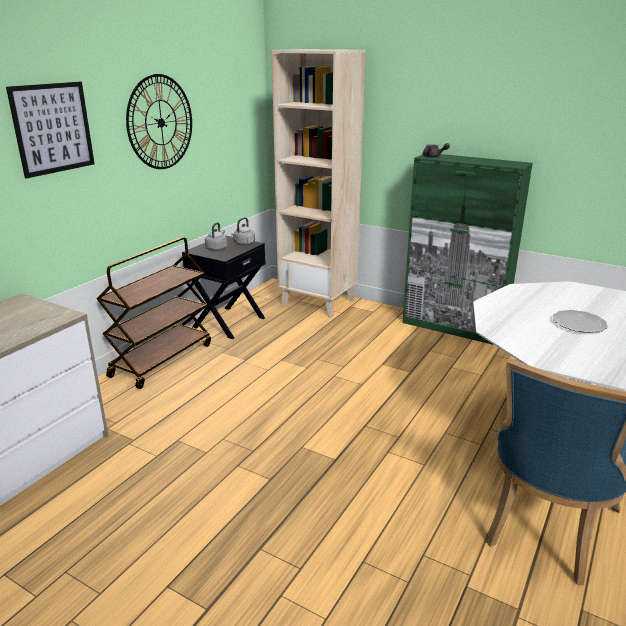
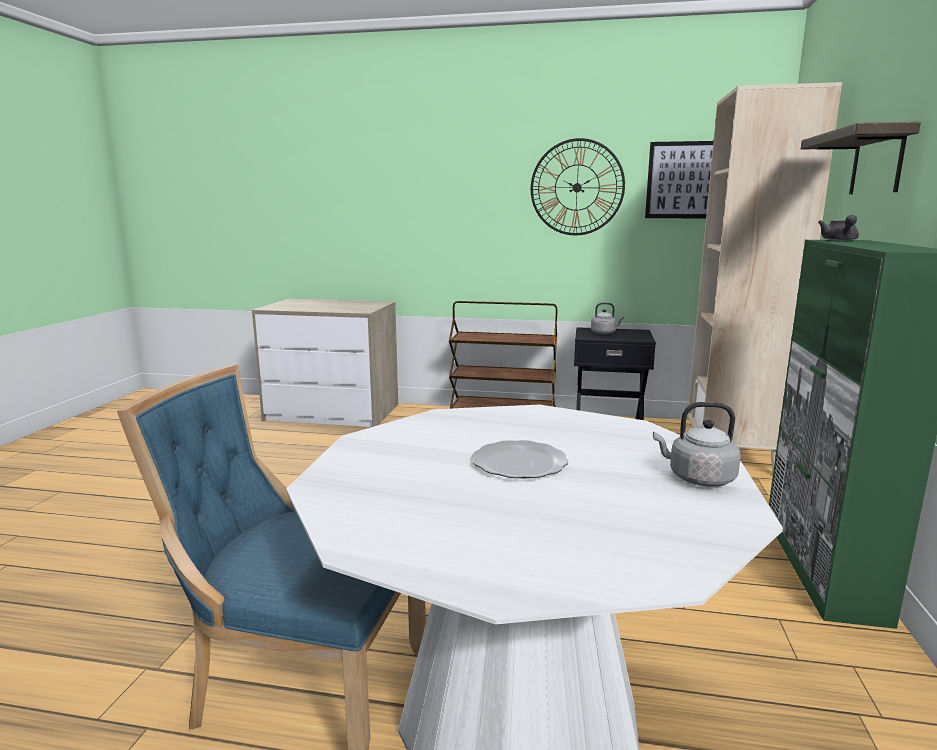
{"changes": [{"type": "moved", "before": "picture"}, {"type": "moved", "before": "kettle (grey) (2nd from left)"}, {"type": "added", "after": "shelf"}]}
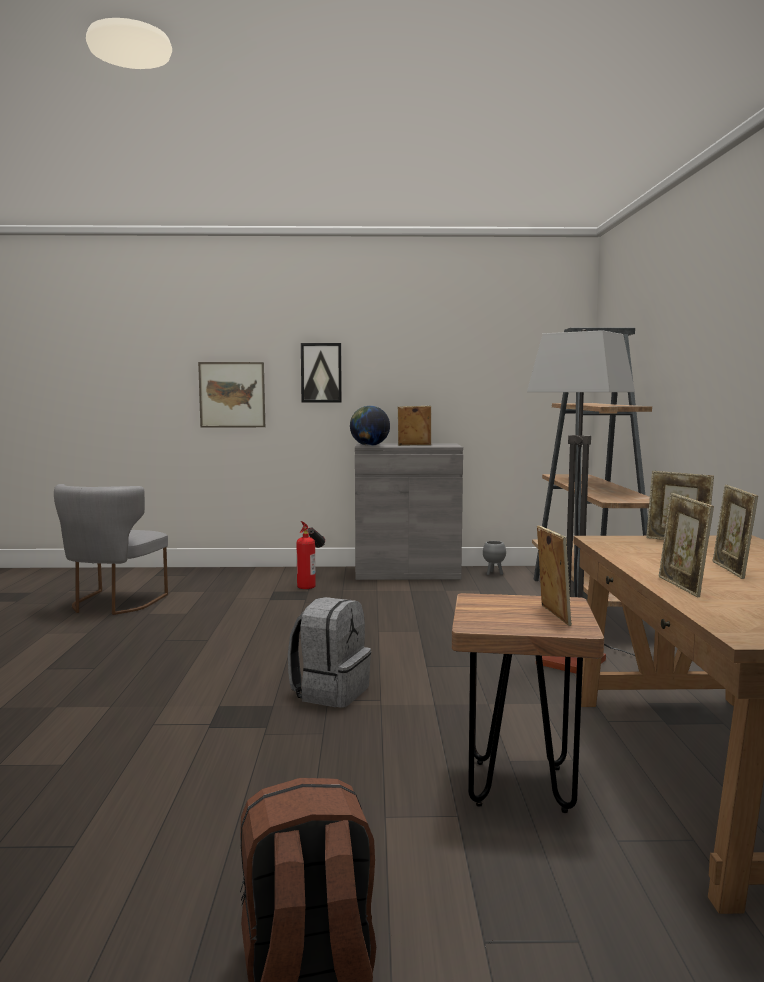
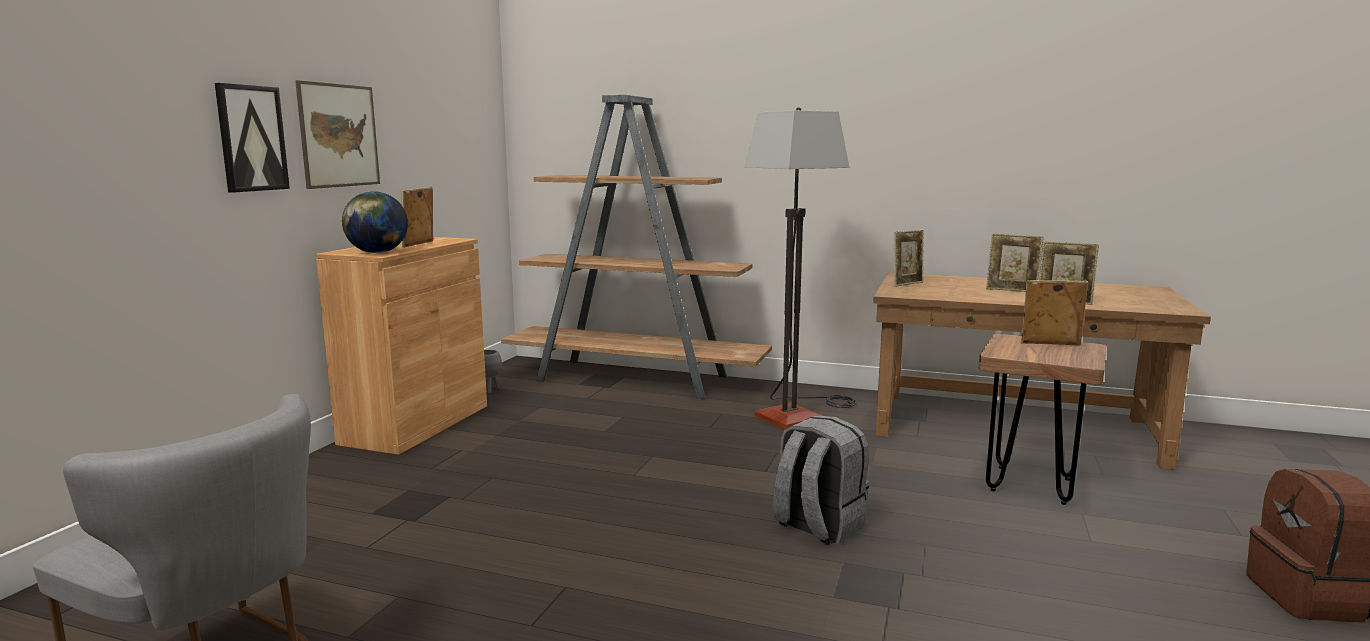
{"changes": [{"type": "moved", "before": "picture (1st from left in the first image)", "after": "picture (2nd from left)"}, {"type": "removed", "before": "fire extinguisher"}, {"type": "recoloured", "before": "cabinet (grey)", "after": "cabinet (brown)"}]}
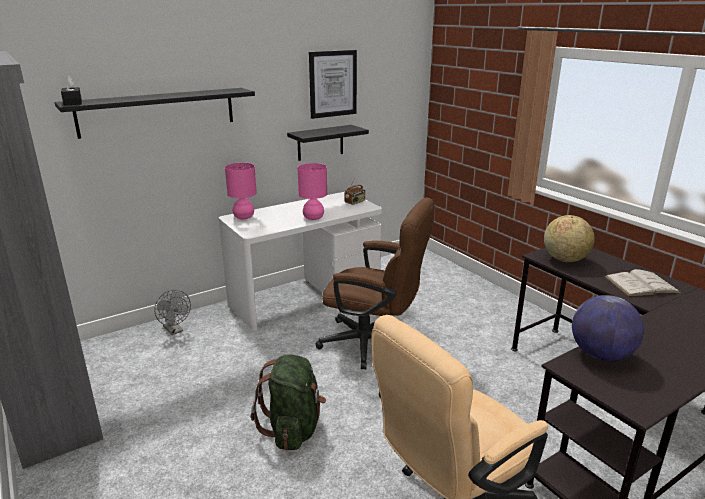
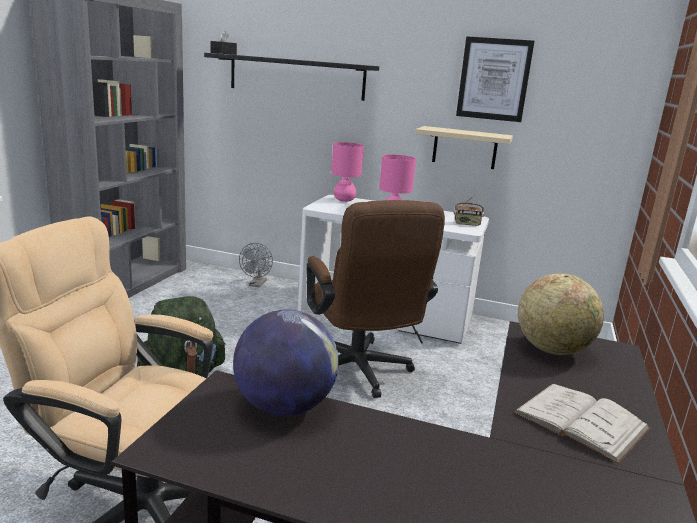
{"changes": [{"type": "recoloured", "before": "shelf (black) (2nd from left)", "after": "shelf (beige)"}]}
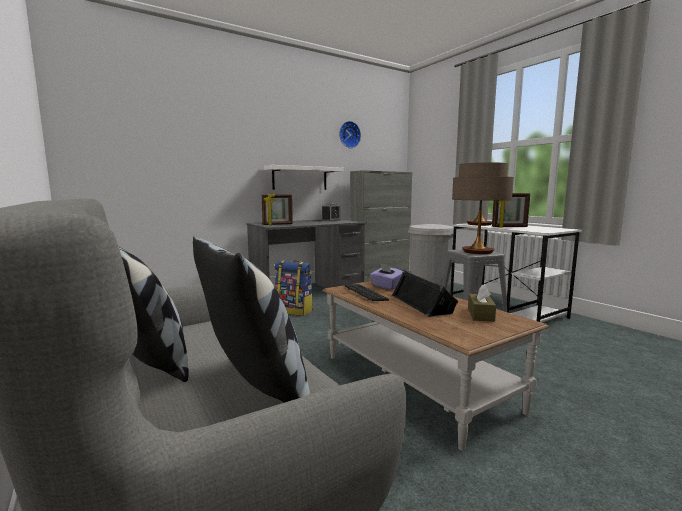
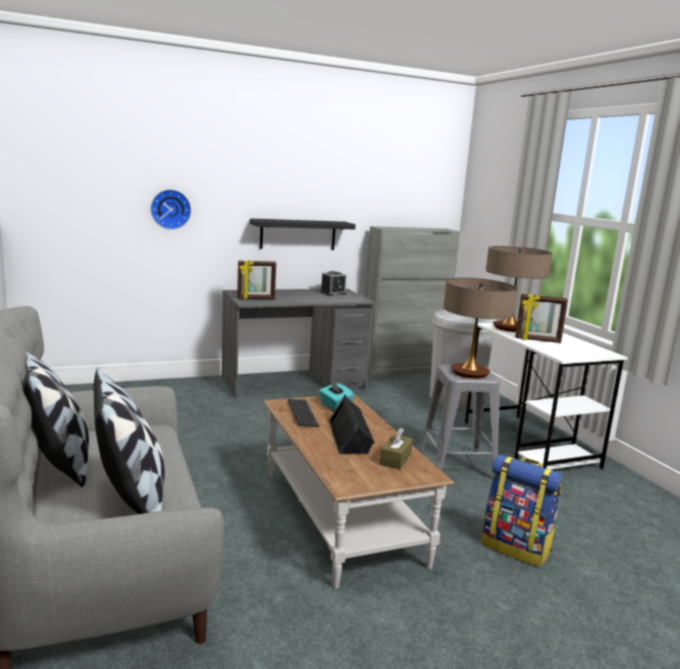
{"changes": [{"type": "recoloured", "before": "shelf (white)", "after": "shelf (black)"}, {"type": "moved", "before": "backpack"}, {"type": "moved", "before": "wall clock"}, {"type": "recoloured", "before": "tissue box (purple)", "after": "tissue box (turquoise)"}]}
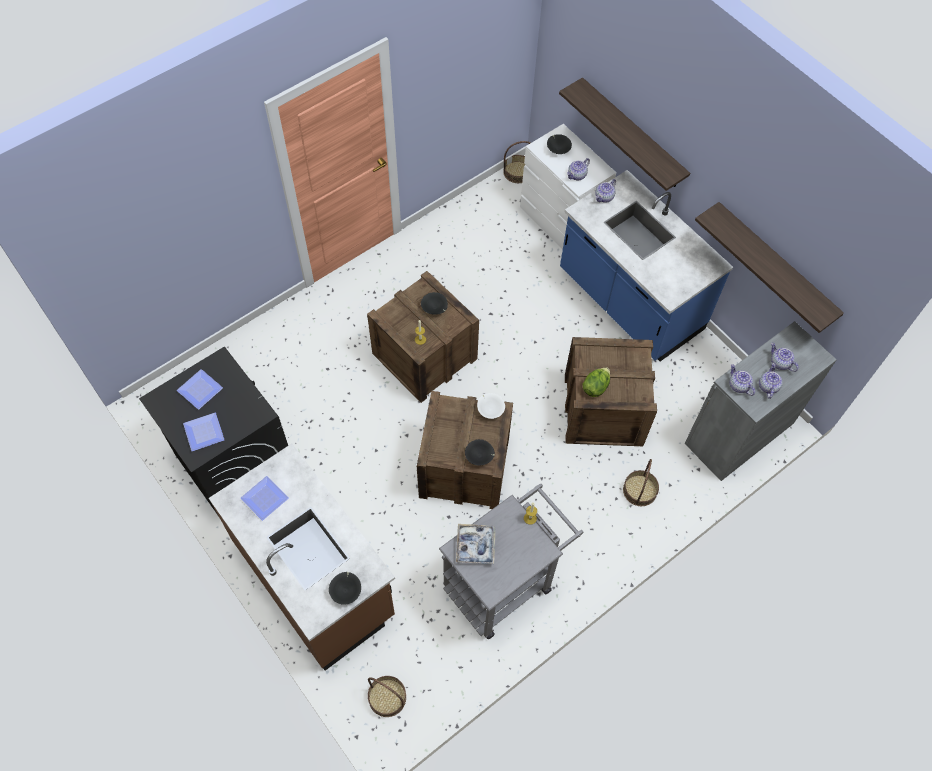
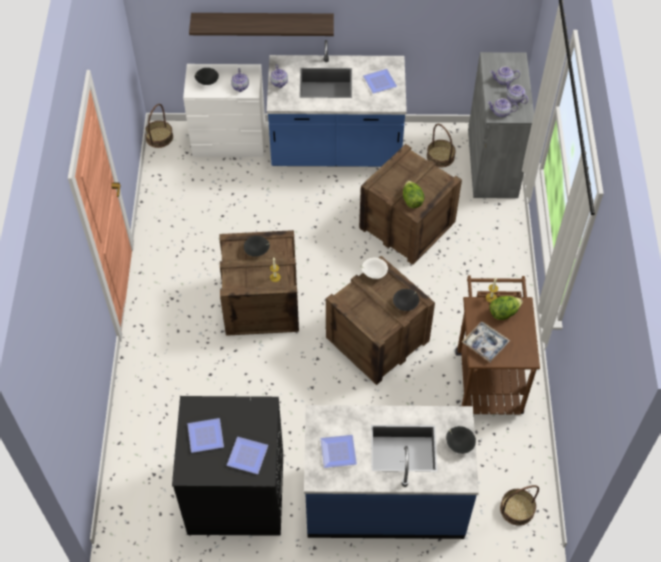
{"changes": [{"type": "recoloured", "before": "counter (brown)", "after": "counter (blue) (2nd from left)"}, {"type": "recoloured", "before": "cart (grey)", "after": "cart (brown)"}, {"type": "moved", "before": "basket (3rd from left in the first image)", "after": "basket (2nd from left)"}, {"type": "removed", "before": "shelf (2nd from left)"}, {"type": "added", "after": "plate (4th from left)"}, {"type": "added", "after": "lettuce (2nd from left)"}]}
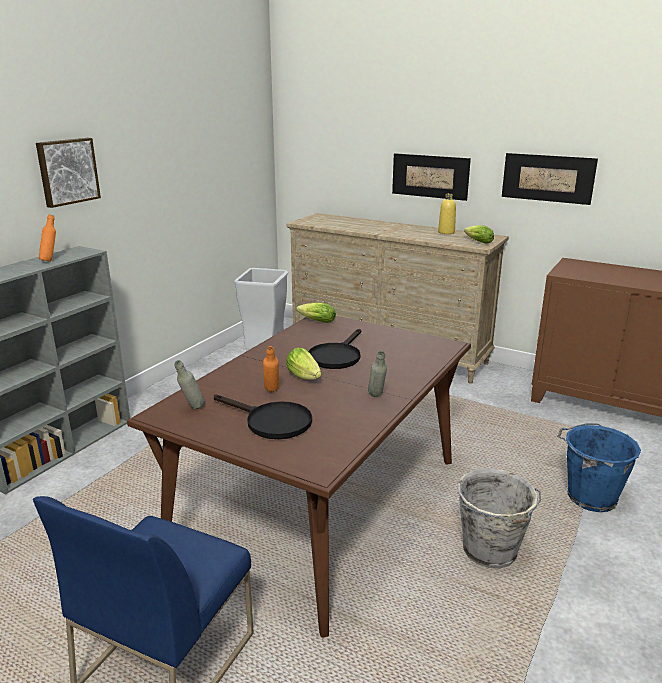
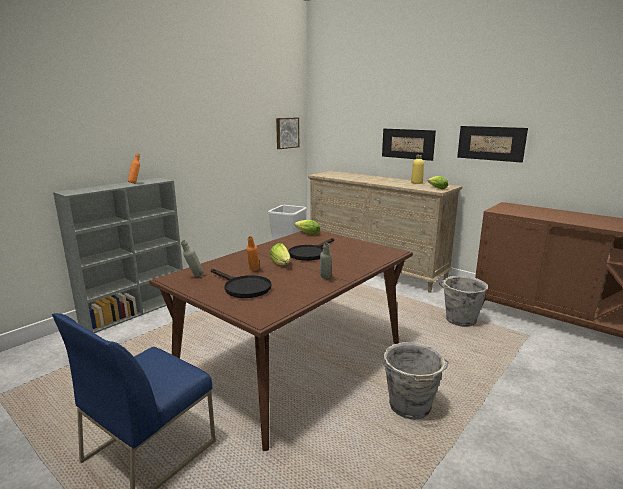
{"changes": [{"type": "moved", "before": "picture (1st from left)"}, {"type": "removed", "before": "bucket (blue)"}, {"type": "added", "after": "bucket (grey) (2nd from left)"}]}
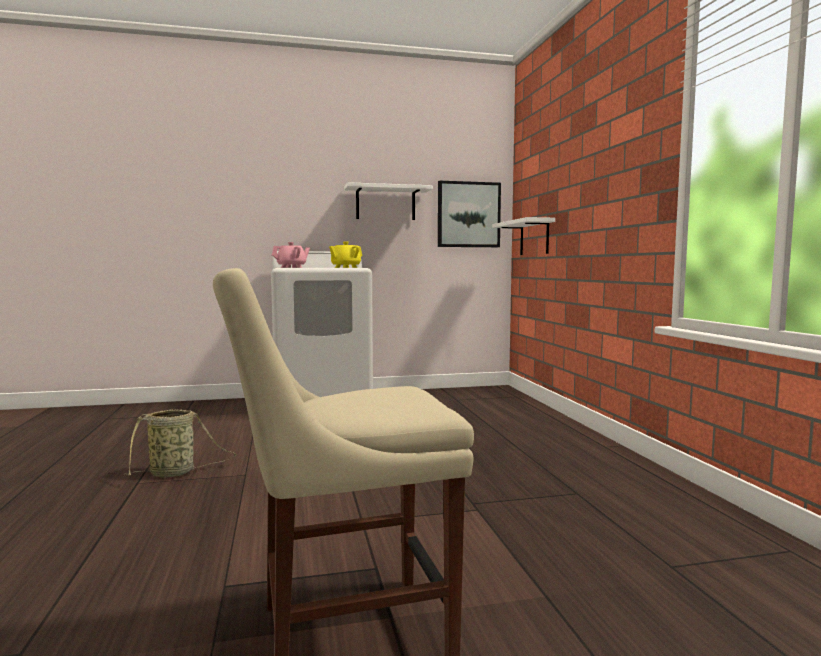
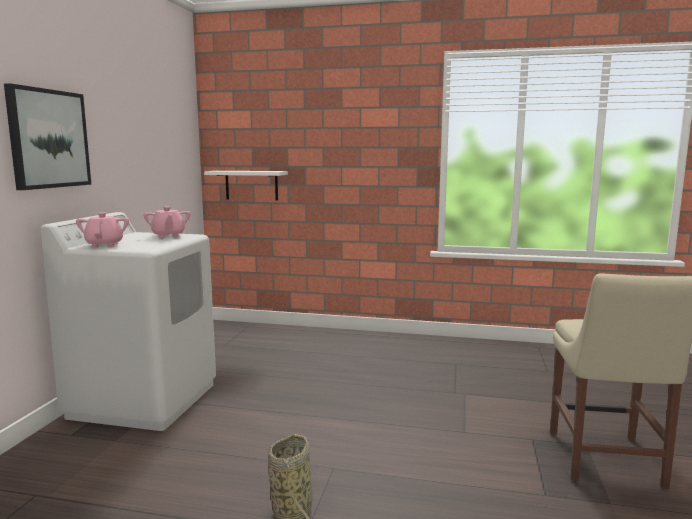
{"changes": [{"type": "recoloured", "before": "teapot (yellow)", "after": "teapot (pink) (2nd from left)"}, {"type": "removed", "before": "shelf (white) (1st from left)"}, {"type": "moved", "before": "picture"}]}
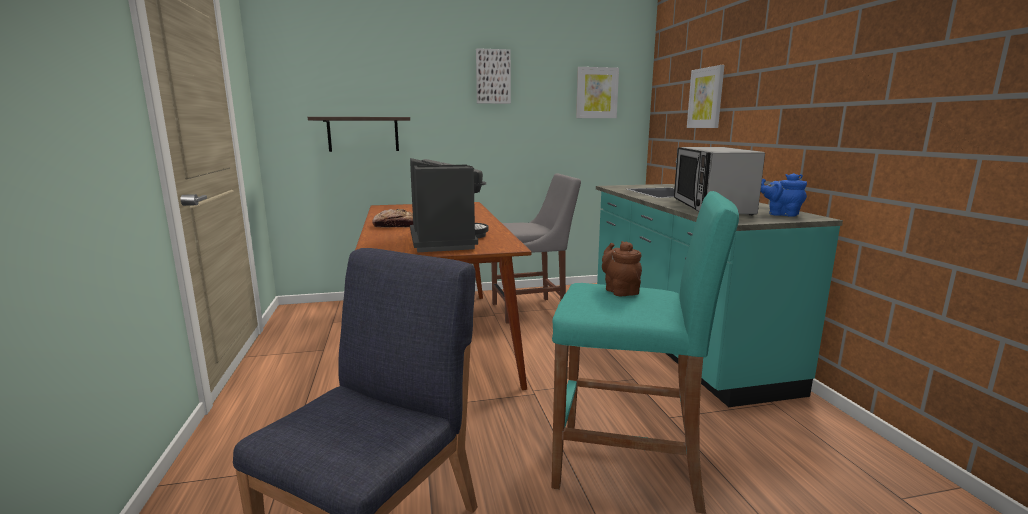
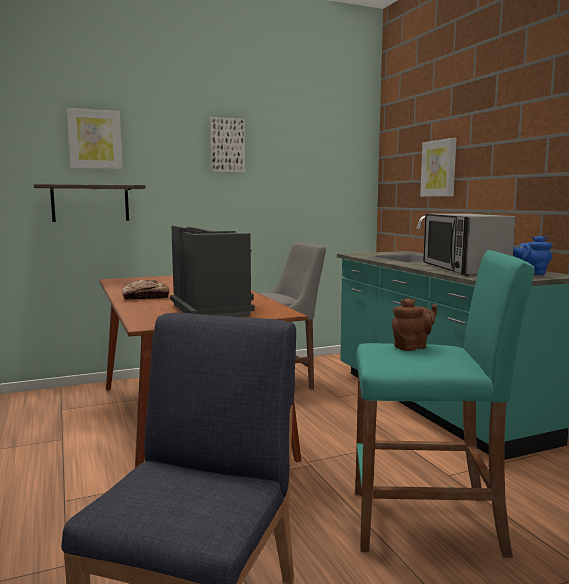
{"changes": [{"type": "moved", "before": "picture (2nd from left in the first image)", "after": "picture (1st from left)"}, {"type": "turned", "before": "teapot (brown)", "turn": 90}]}
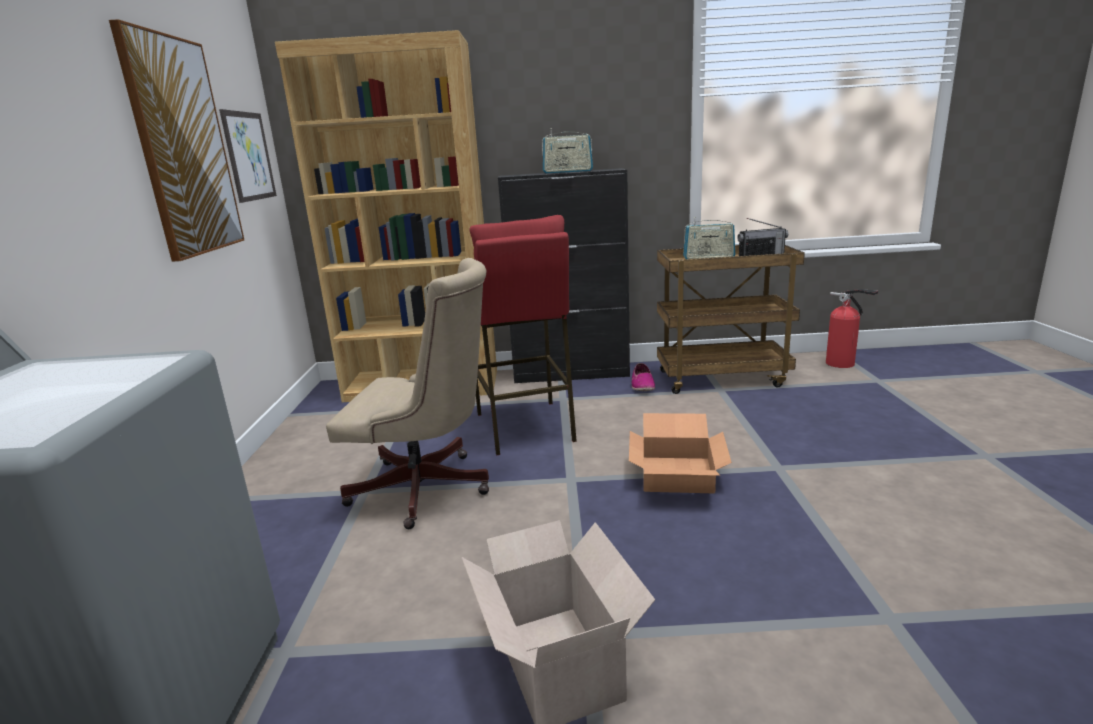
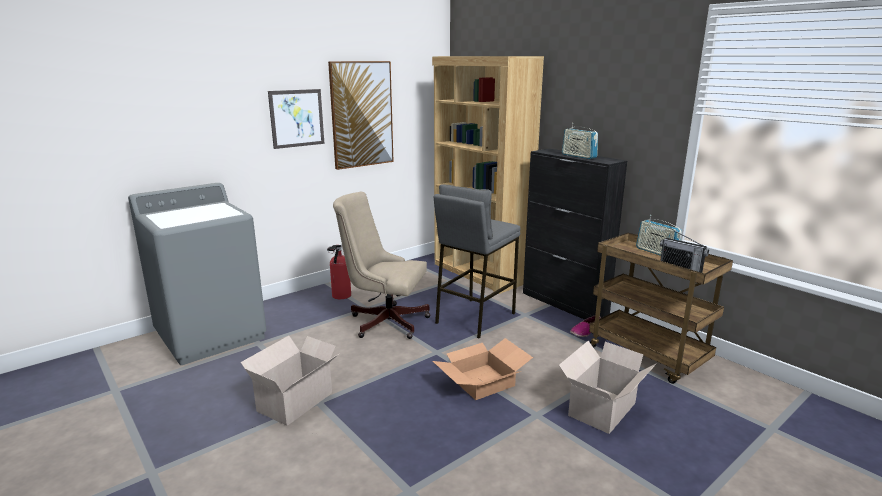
{"changes": [{"type": "moved", "before": "picture (2nd from left in the first image)", "after": "picture (1st from left)"}, {"type": "turned", "before": "office chair (beige)", "turn": 135}, {"type": "recoloured", "before": "stool (red)", "after": "stool (grey)"}, {"type": "moved", "before": "fire extinguisher"}, {"type": "added", "after": "cardboard box (3rd from left)"}]}
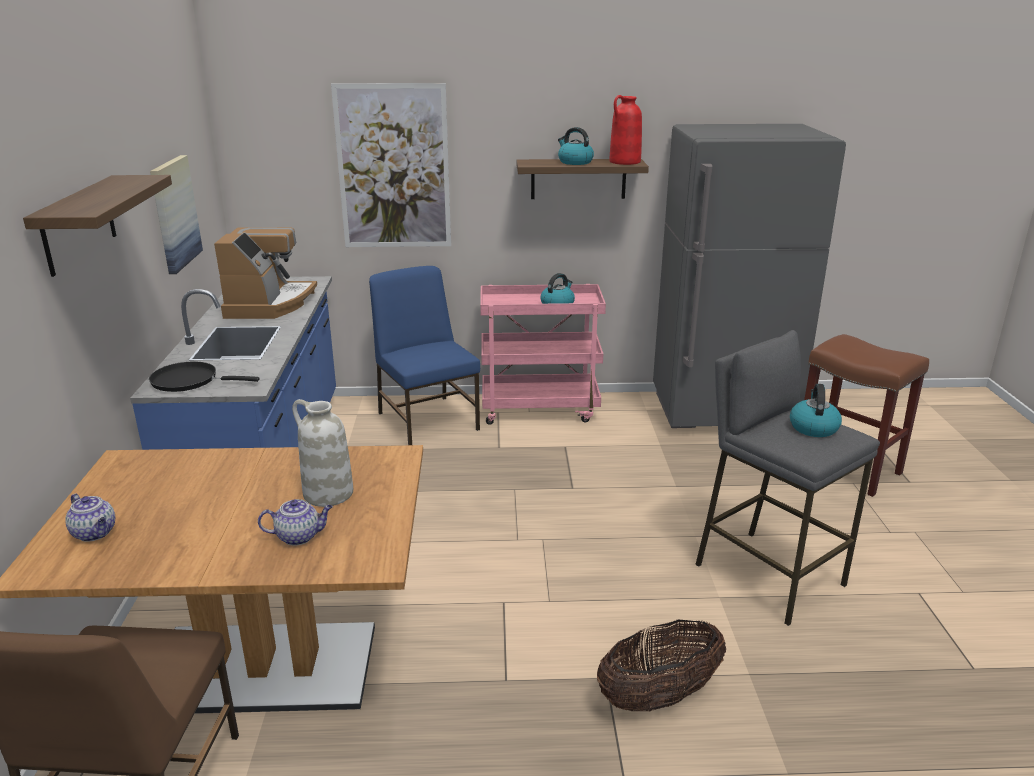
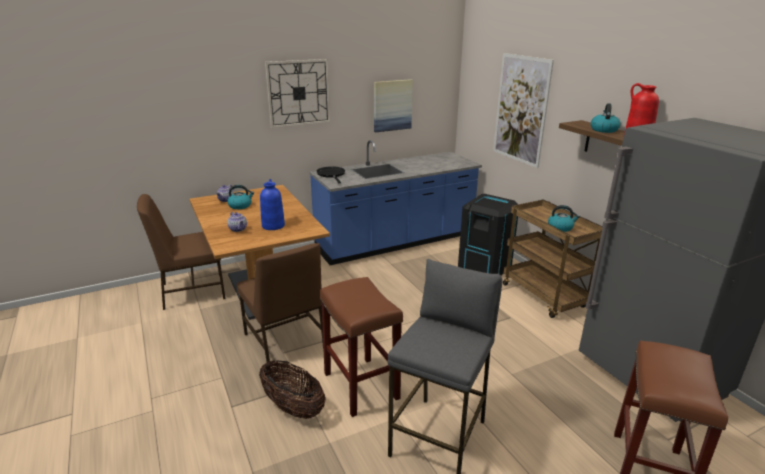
{"changes": [{"type": "replaced", "before": "shelf (1st from left)", "after": "wall clock"}, {"type": "removed", "before": "coffee machine"}, {"type": "recoloured", "before": "vase (white)", "after": "vase (blue)"}, {"type": "replaced", "before": "chair (blue)", "after": "trash can (black)"}, {"type": "recoloured", "before": "cart (pink)", "after": "cart (brown)"}, {"type": "moved", "before": "kettle (3rd from left in the first image)", "after": "kettle (1st from left)"}, {"type": "added", "after": "chair (brown) (2nd from left)"}, {"type": "added", "after": "stool (brown) (1st from left)"}]}
